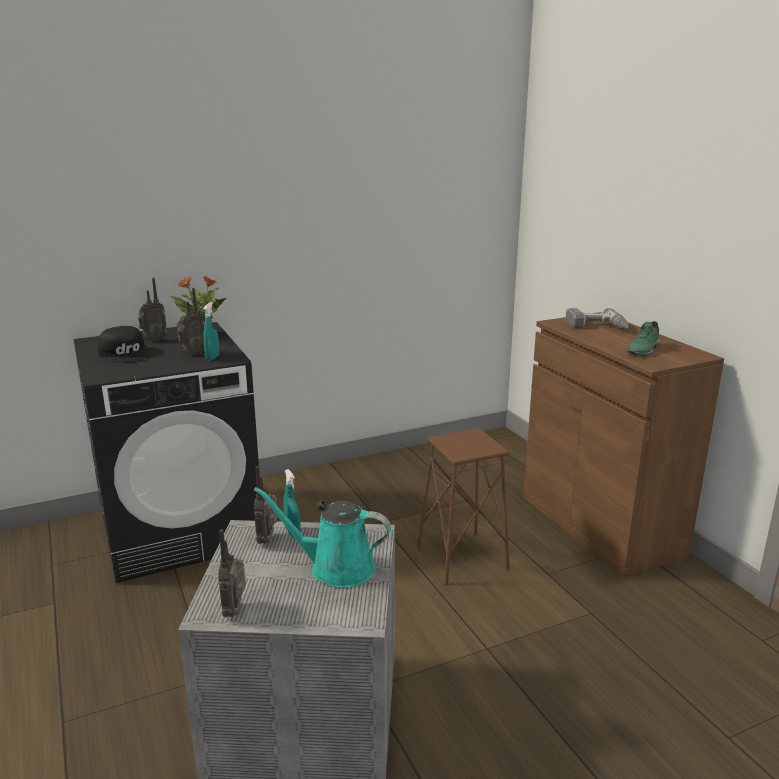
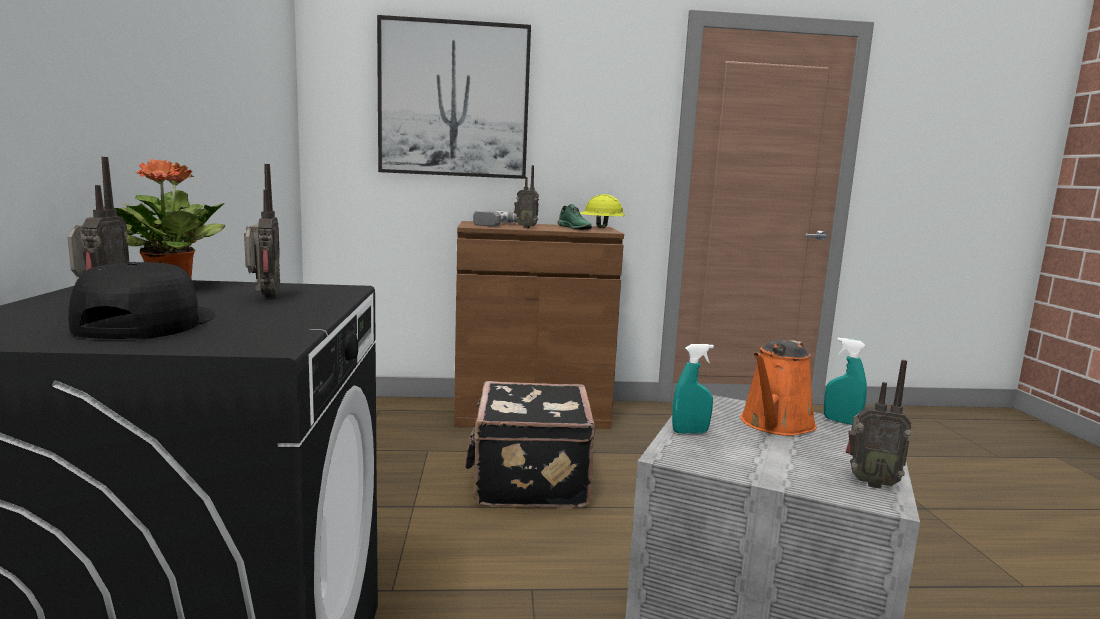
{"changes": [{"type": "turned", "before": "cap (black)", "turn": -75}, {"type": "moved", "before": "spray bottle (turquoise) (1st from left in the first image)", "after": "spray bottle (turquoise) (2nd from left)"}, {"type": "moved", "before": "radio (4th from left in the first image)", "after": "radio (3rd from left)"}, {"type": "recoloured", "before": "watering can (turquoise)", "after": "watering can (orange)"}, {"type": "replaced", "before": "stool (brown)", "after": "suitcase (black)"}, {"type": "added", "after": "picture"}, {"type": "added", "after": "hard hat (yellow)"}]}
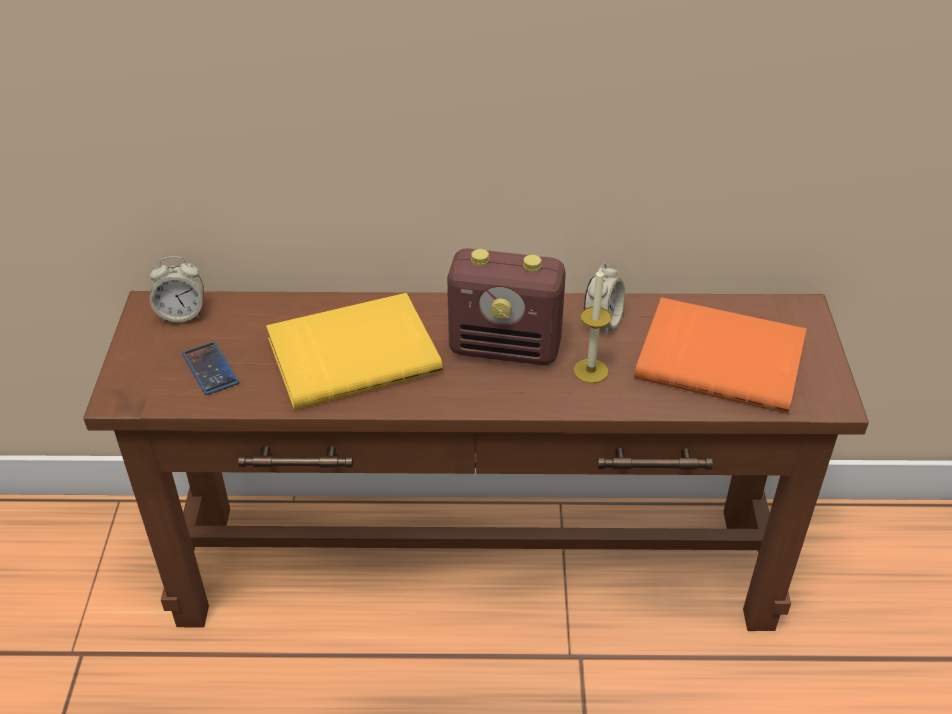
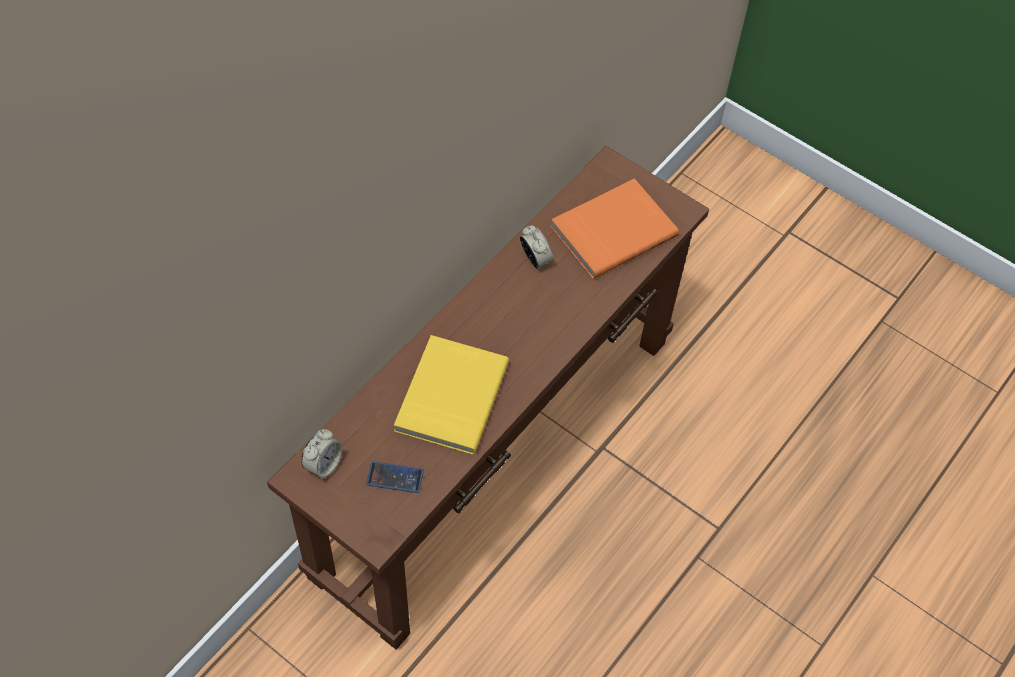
{"changes": [{"type": "removed", "before": "radio"}, {"type": "removed", "before": "candle"}]}
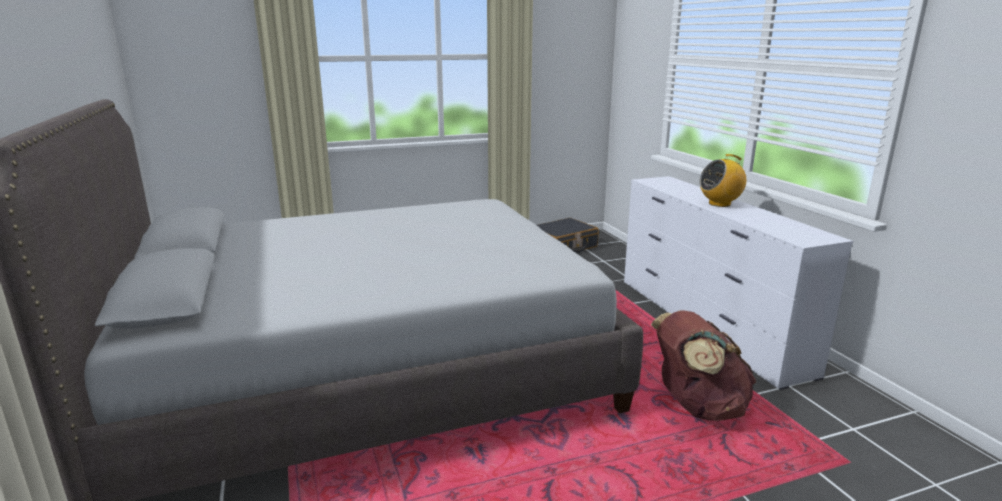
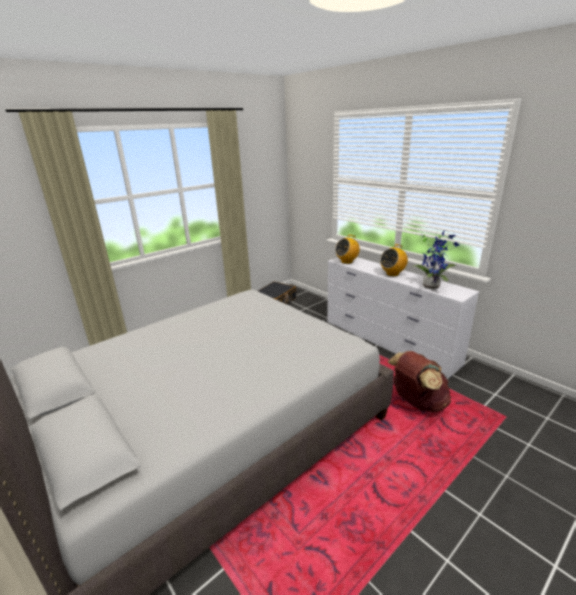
{"changes": [{"type": "added", "after": "radio (1st from left)"}, {"type": "added", "after": "potted plant"}]}
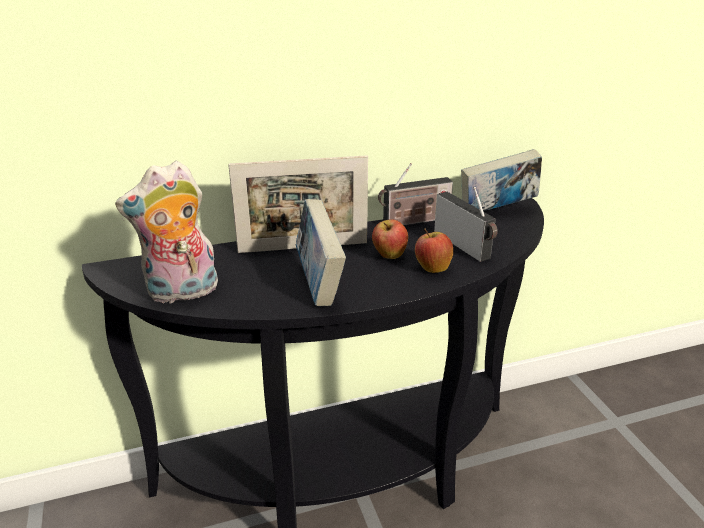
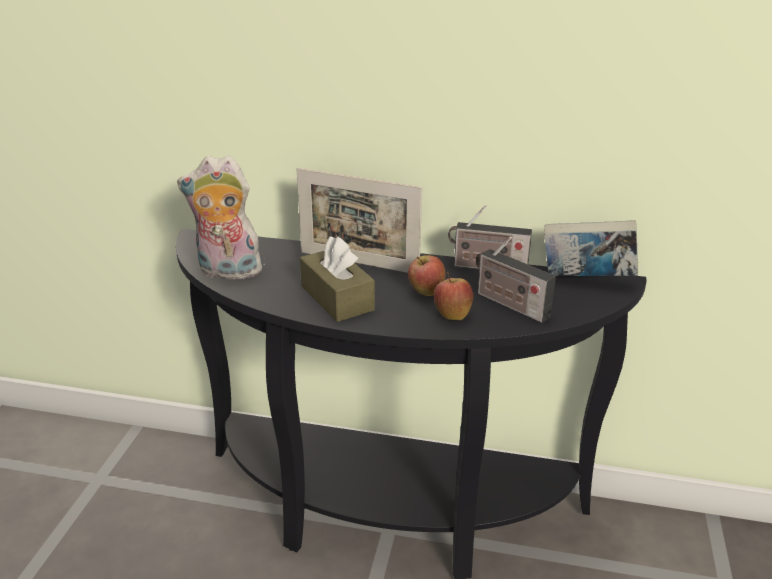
{"changes": [{"type": "replaced", "before": "book (1st from left)", "after": "tissue box (brown)"}, {"type": "turned", "before": "radio (2nd from left)", "turn": 135}]}
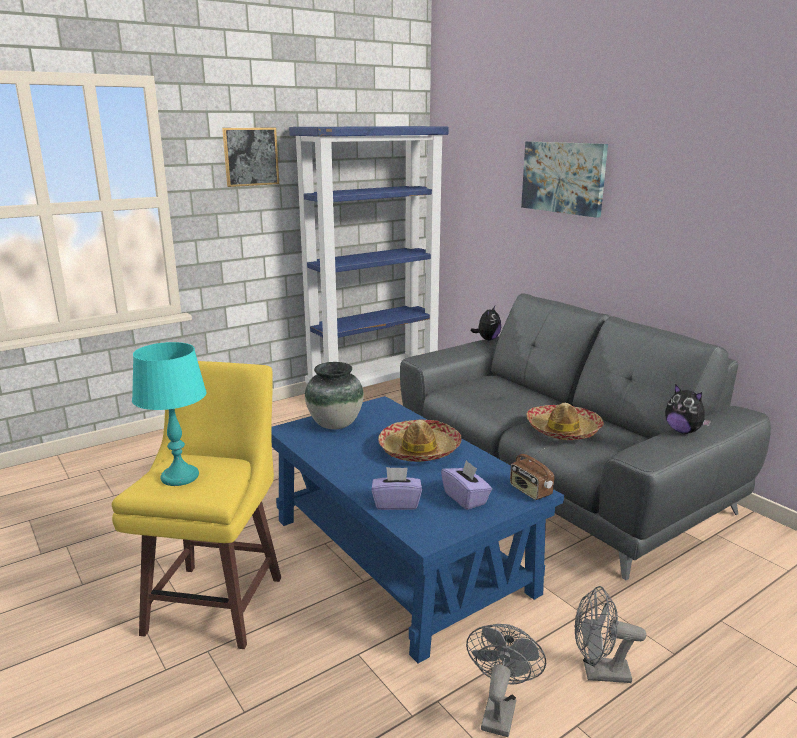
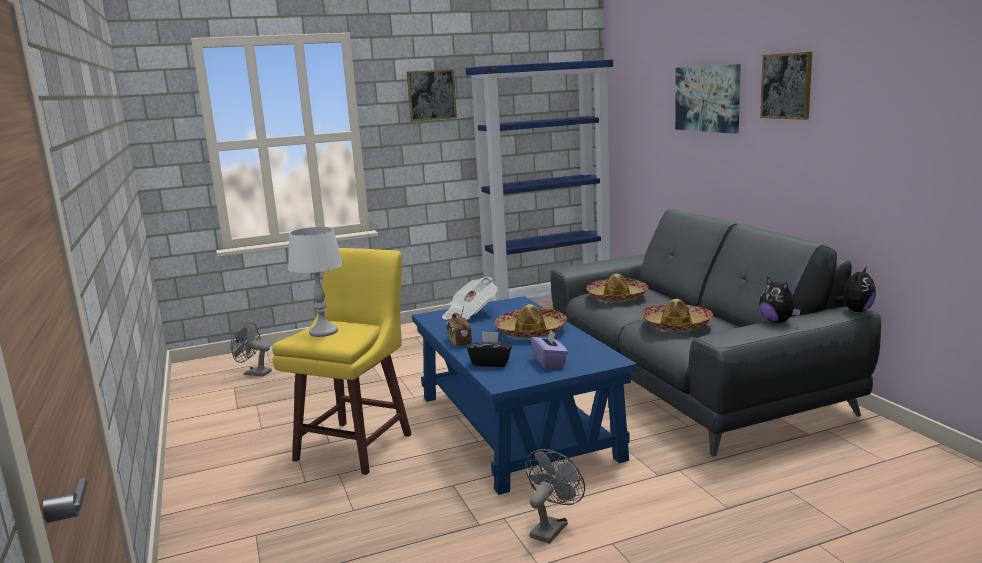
{"changes": [{"type": "recoloured", "before": "table lamp (turquoise)", "after": "table lamp (white)"}, {"type": "replaced", "before": "vase", "after": "newspaper"}, {"type": "recoloured", "before": "tissue box (purple) (1st from left)", "after": "tissue box (black)"}, {"type": "moved", "before": "plush toy (1st from left in the first image)", "after": "plush toy (2nd from left)"}, {"type": "moved", "before": "radio"}, {"type": "moved", "before": "fan (grey) (2nd from left in the first image)", "after": "fan (grey) (1st from left)"}, {"type": "added", "after": "hat (2nd from left)"}, {"type": "added", "after": "picture (3rd from left)"}]}
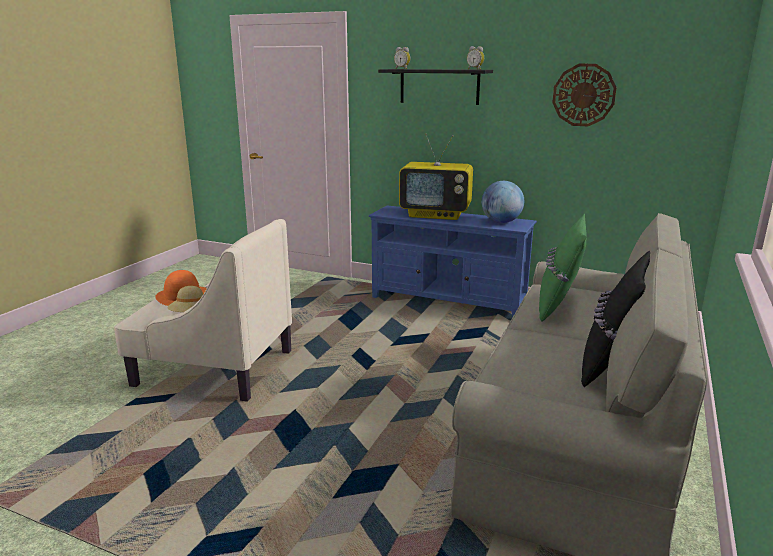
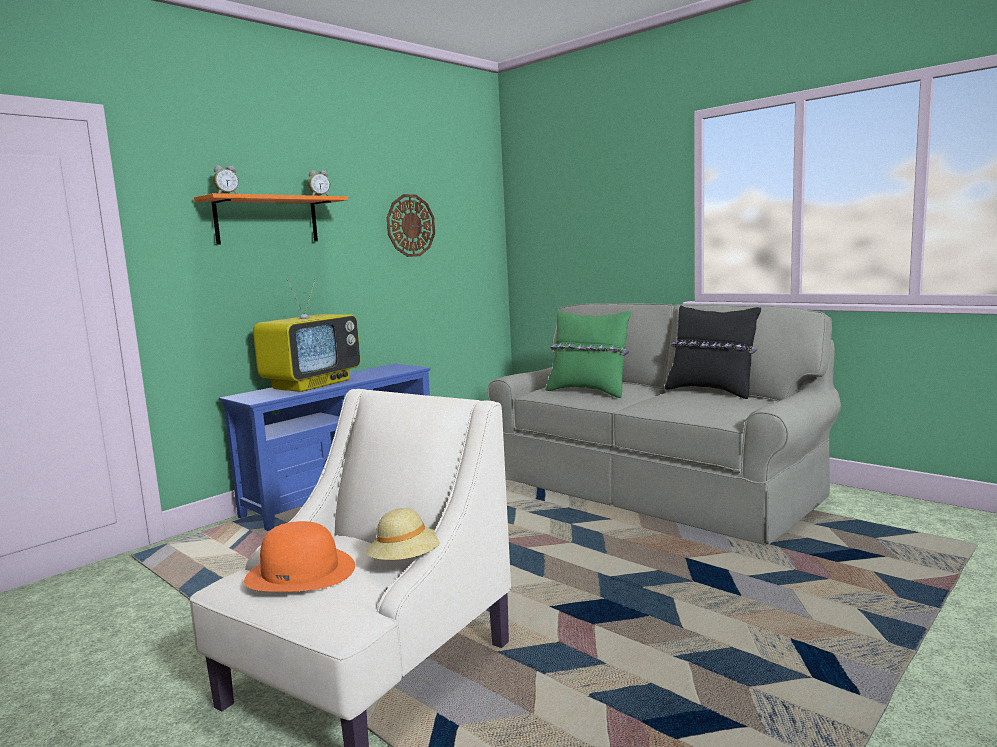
{"changes": [{"type": "recoloured", "before": "shelf (black)", "after": "shelf (orange)"}, {"type": "removed", "before": "globe"}]}
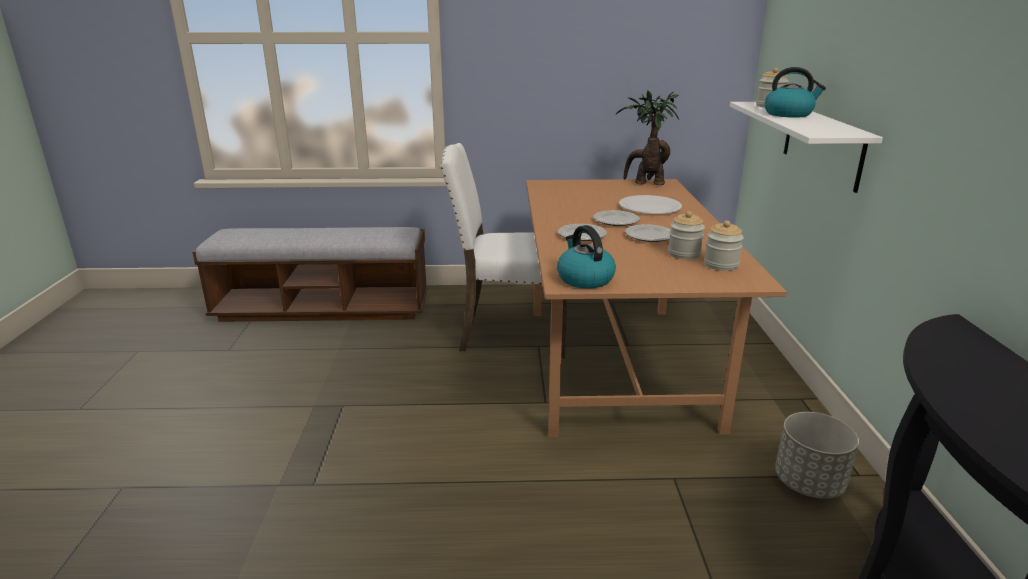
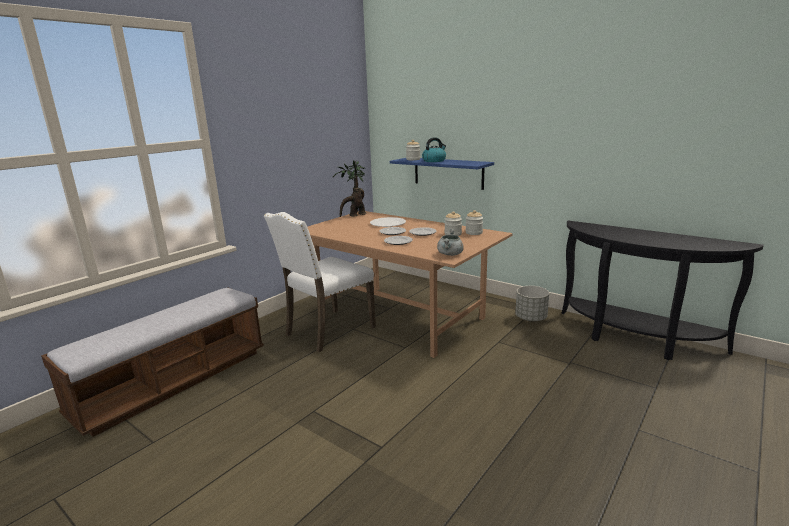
{"changes": [{"type": "replaced", "before": "kettle (1st from left)", "after": "cooking pot (grey)"}, {"type": "recoloured", "before": "shelf (white)", "after": "shelf (blue)"}]}
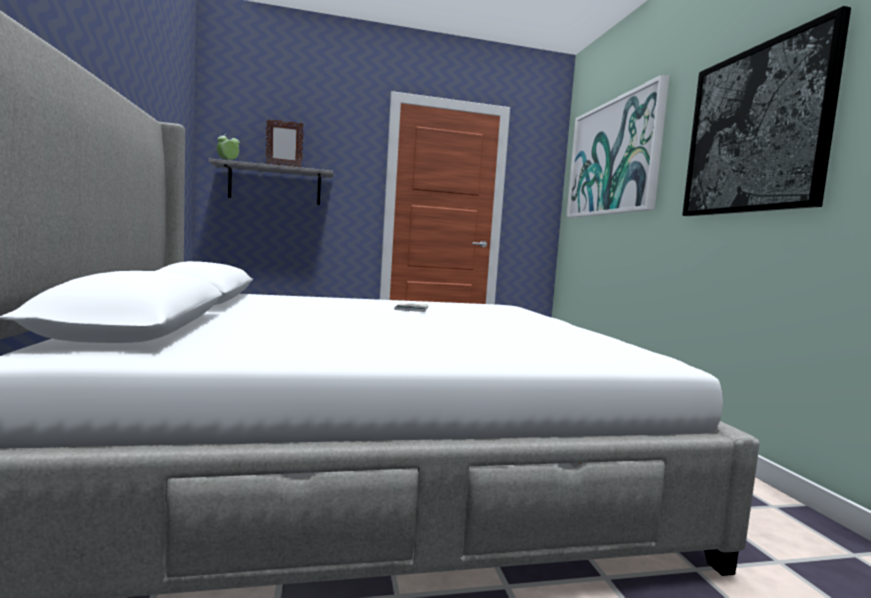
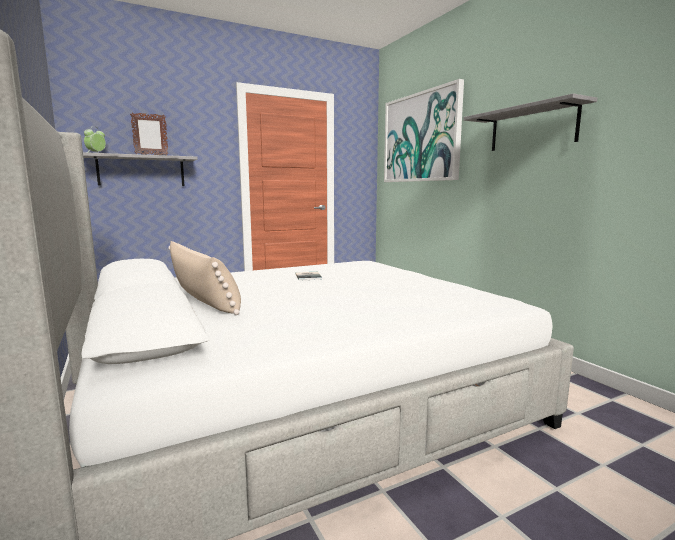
{"changes": [{"type": "replaced", "before": "picture (2nd from left)", "after": "shelf (grey) (2nd from left)"}, {"type": "added", "after": "pillow (beige)"}]}
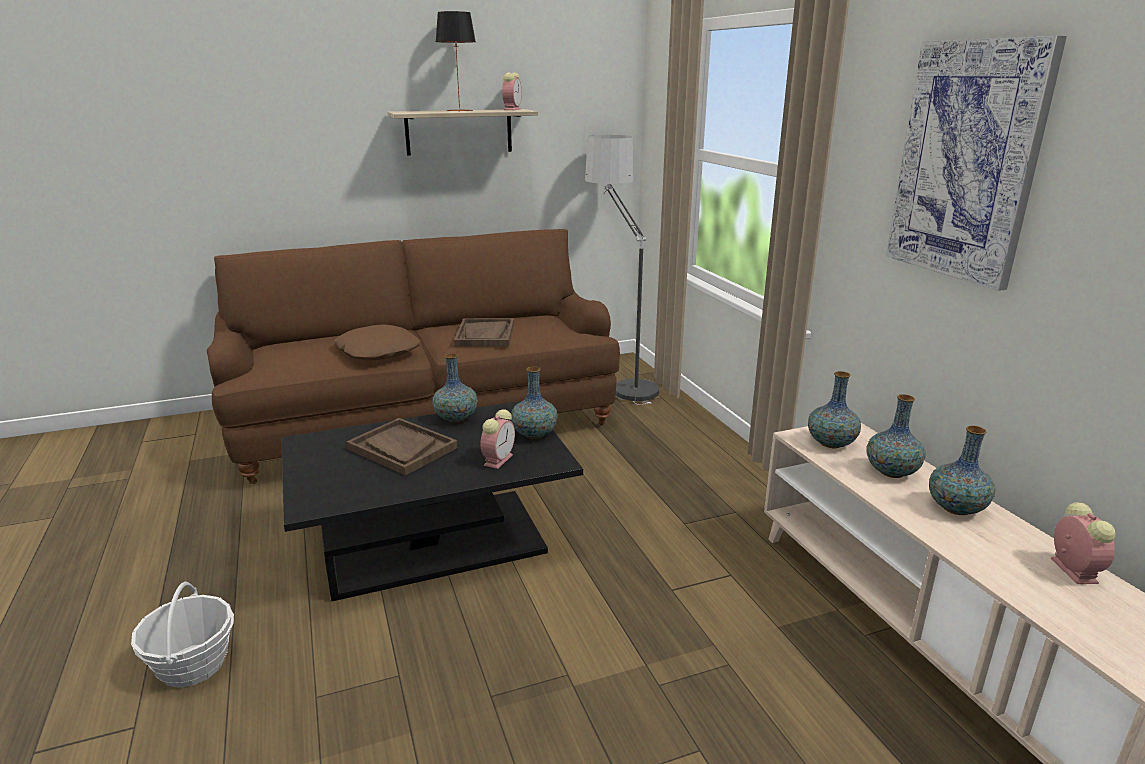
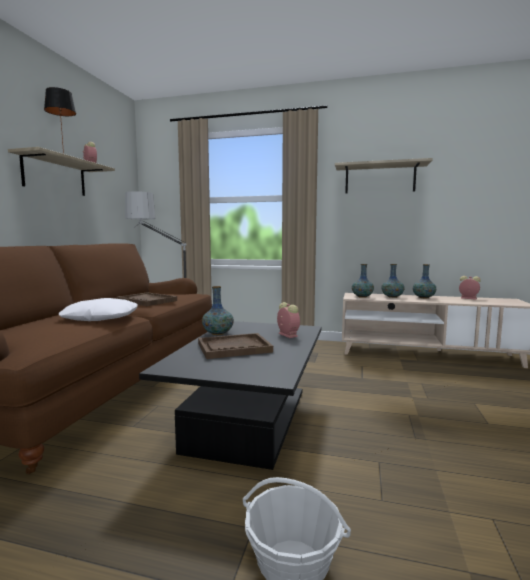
{"changes": [{"type": "recoloured", "before": "pillow (brown)", "after": "pillow (white)"}, {"type": "removed", "before": "vase (2nd from left)"}, {"type": "replaced", "before": "picture", "after": "shelf (2nd from left)"}]}
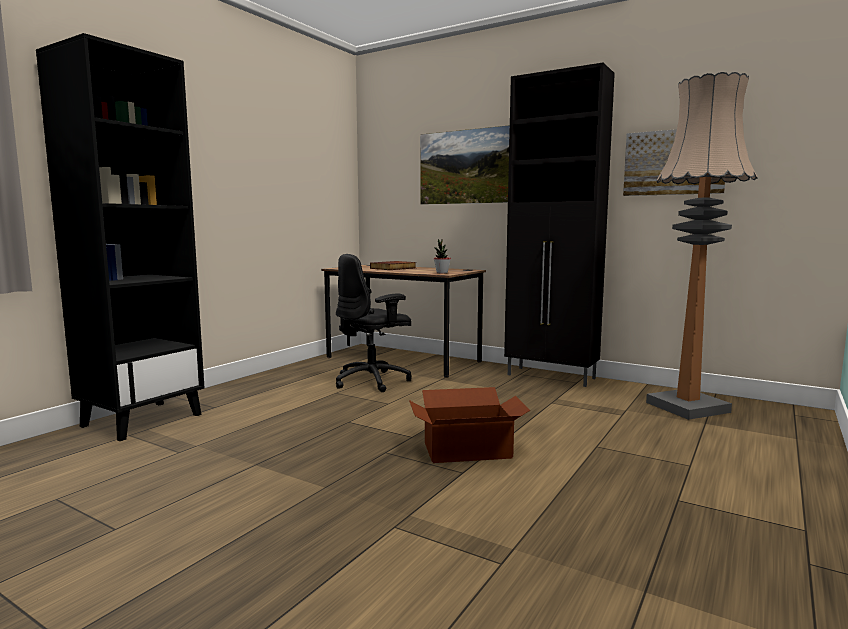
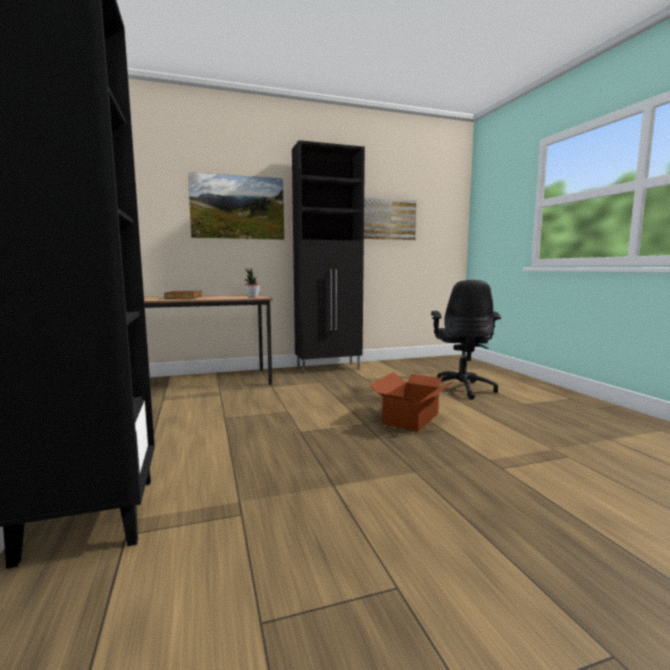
{"changes": [{"type": "moved", "before": "office chair (black)"}, {"type": "removed", "before": "floor lamp"}]}
